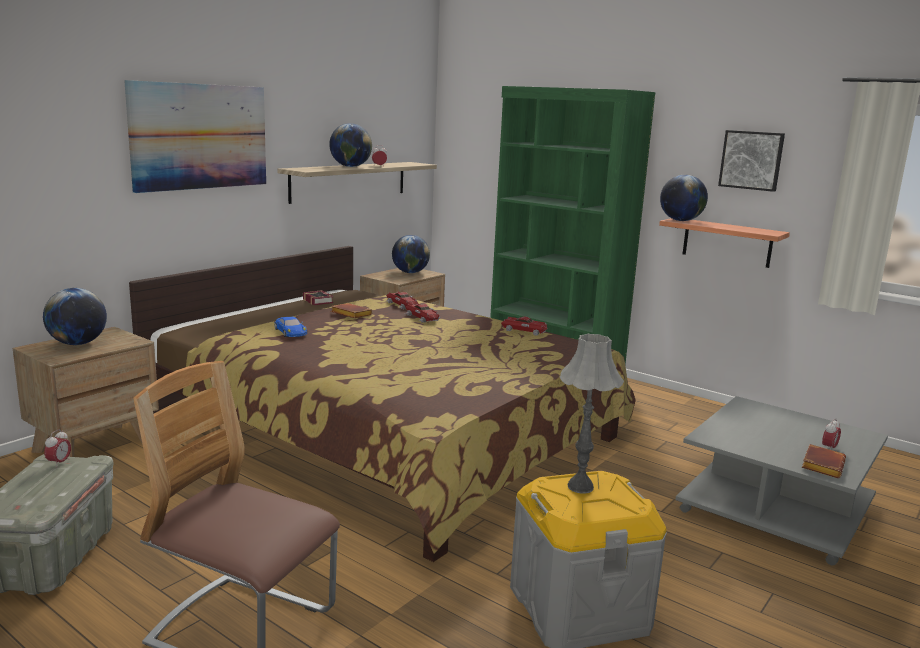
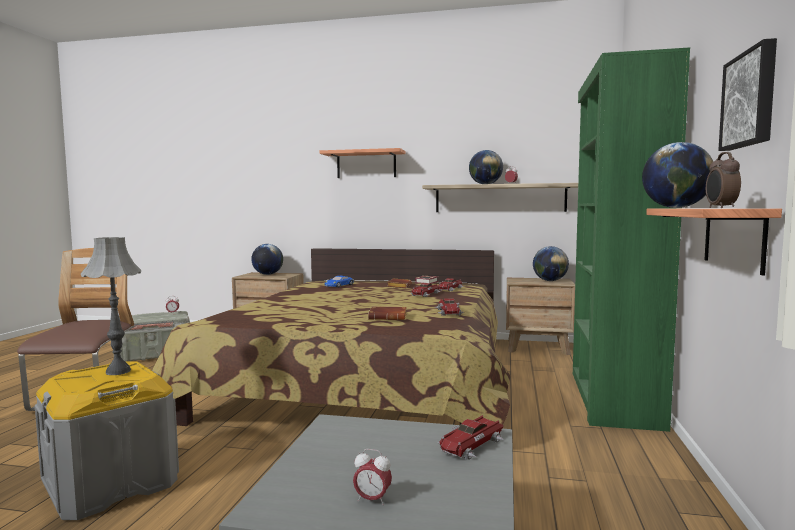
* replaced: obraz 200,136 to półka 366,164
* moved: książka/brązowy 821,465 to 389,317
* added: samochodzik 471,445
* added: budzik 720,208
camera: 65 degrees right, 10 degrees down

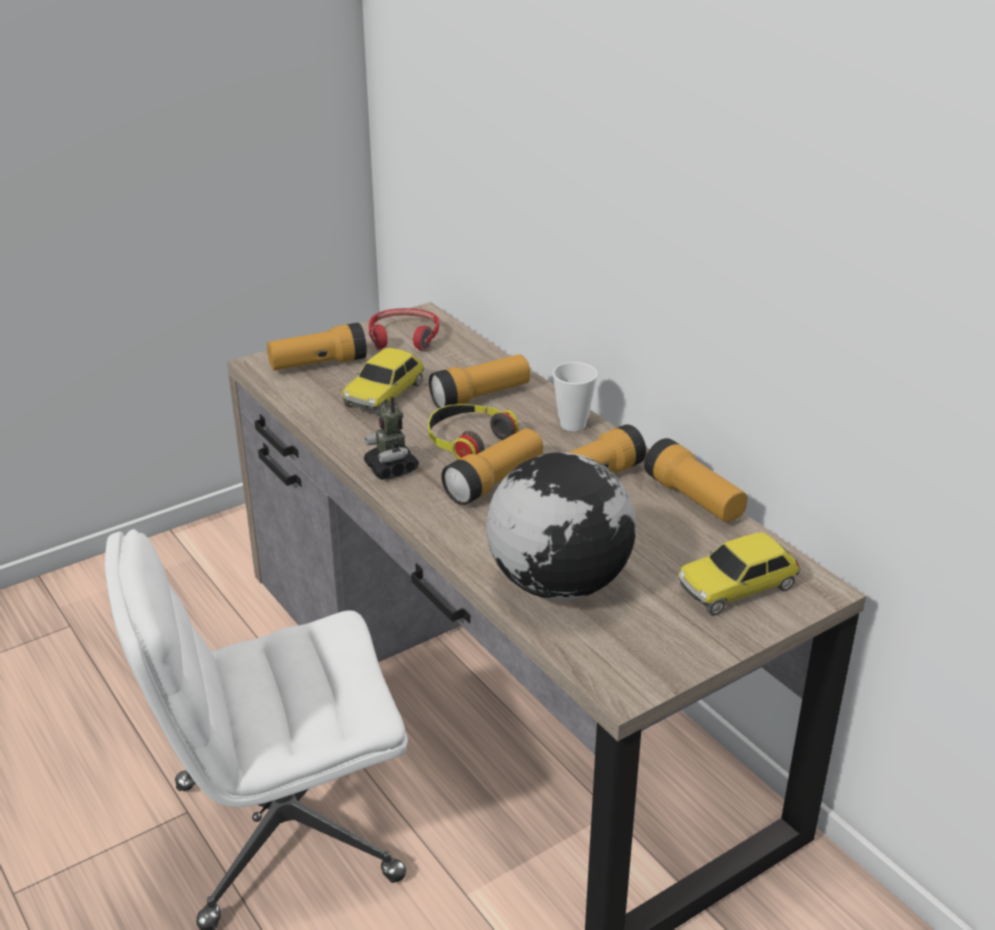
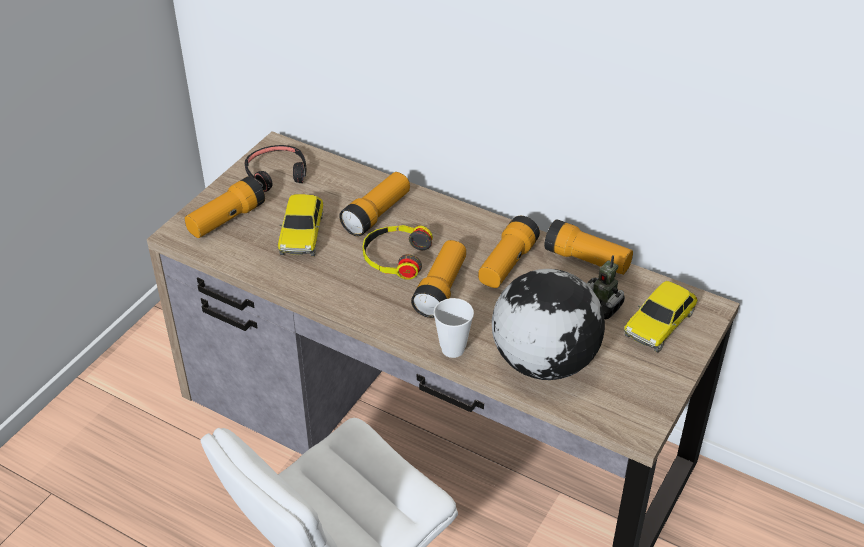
* recoloured: słuchawki/czerwony 404,338 to słuchawki/czarny 277,174
* moved: filiżanka 573,424 to 453,349
* moved: robot zabawkowy 391,469 to 602,307
camera: 25 degrees left, 10 degrees up

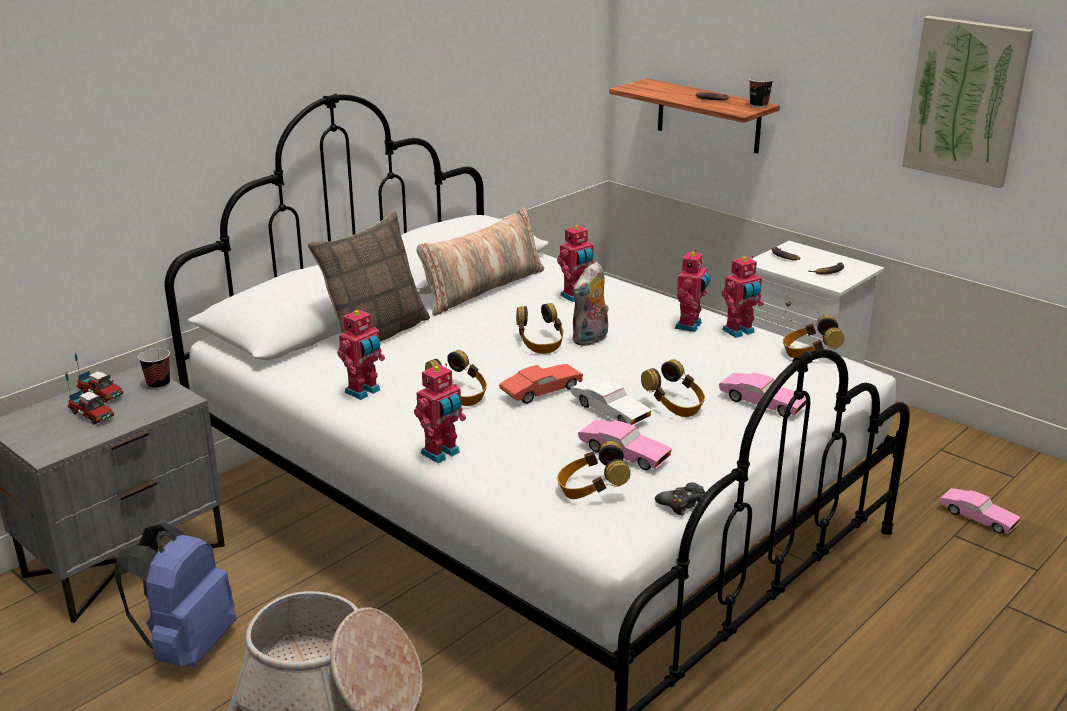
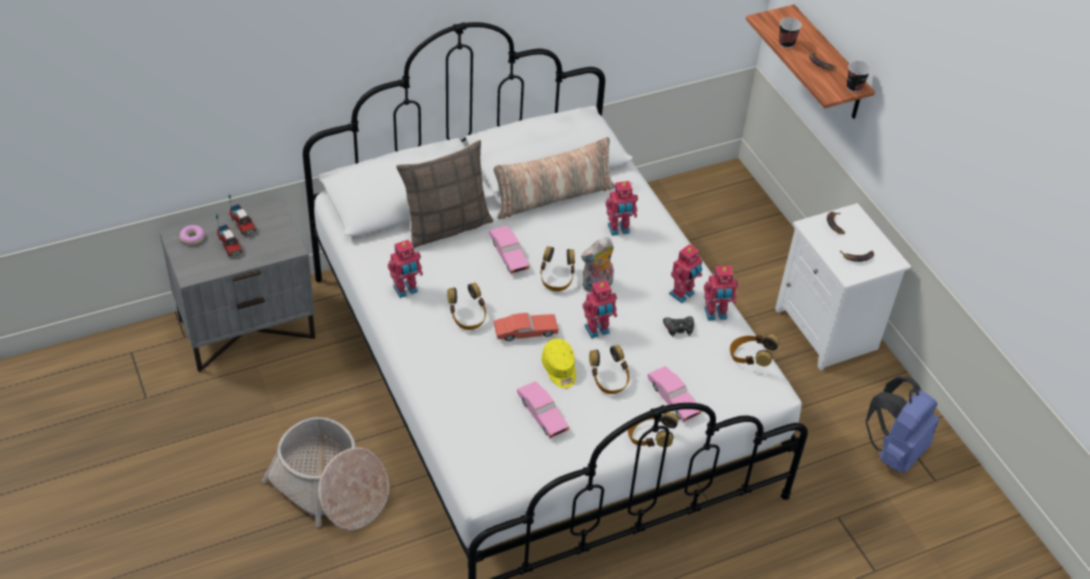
* added: donut 192,238
* moved: samochodzik/różowy 977,518 to 508,255
* replaced: samochodzik/biały 609,412 to czapka z daszkiem/żółty 559,369
* moved: robot zabawkowy 442,454 to 597,331
* moved: słuchawki 591,491 to 650,438
* moved: pad do gier/czarny 683,504 to 679,328
* moved: filiżanka 158,384 to 786,43
* moved: plecak/niebieski 186,646 to 894,451
* removed: obraz 966,100
camera: 20 degrees right, 20 degrees up

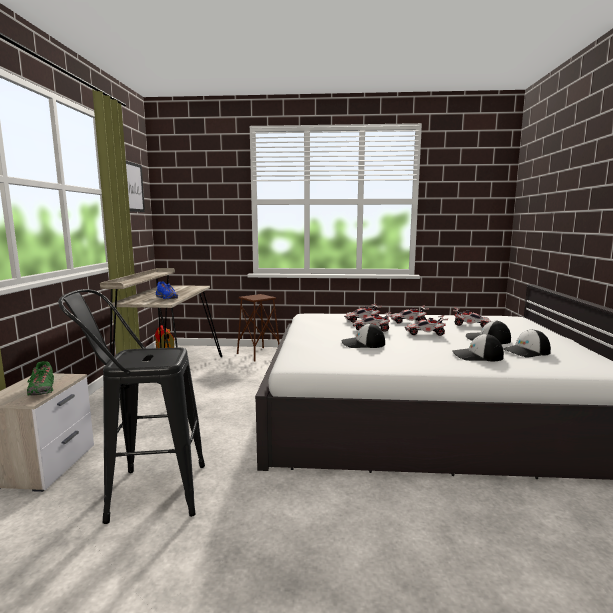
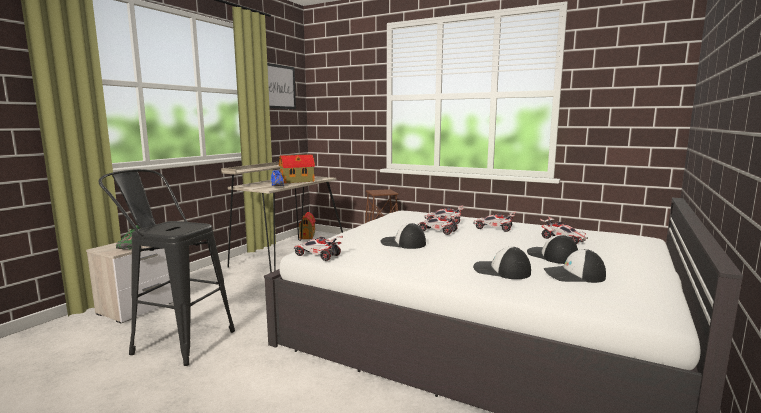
* added: domek 298,181
* moved: samochodzik 425,333 to 317,256
camera: 25 degrees right, 0 degrees up

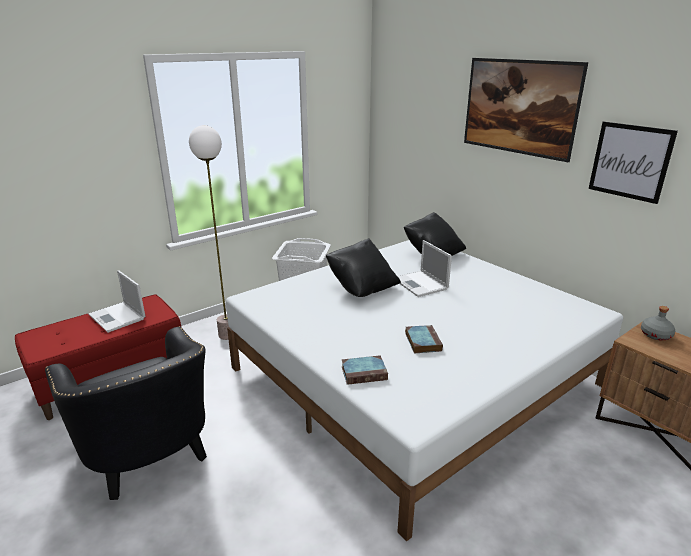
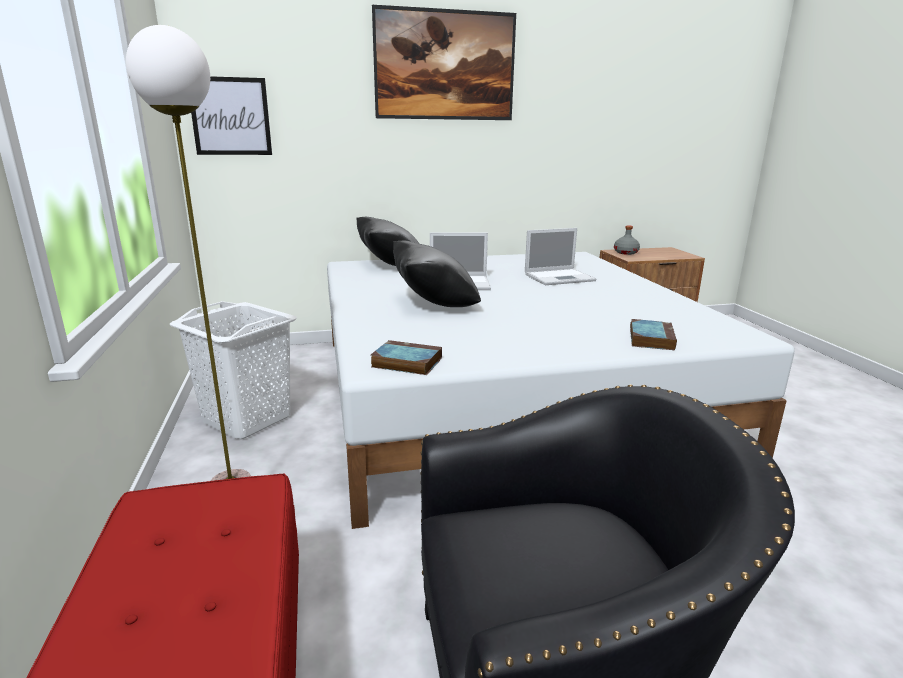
* moved: obraz 630,161 to 230,116
* moved: książka 422,341 to 405,362
* moved: laptop 118,317 to 560,277
camera: 65 degrees left, 5 degrees down

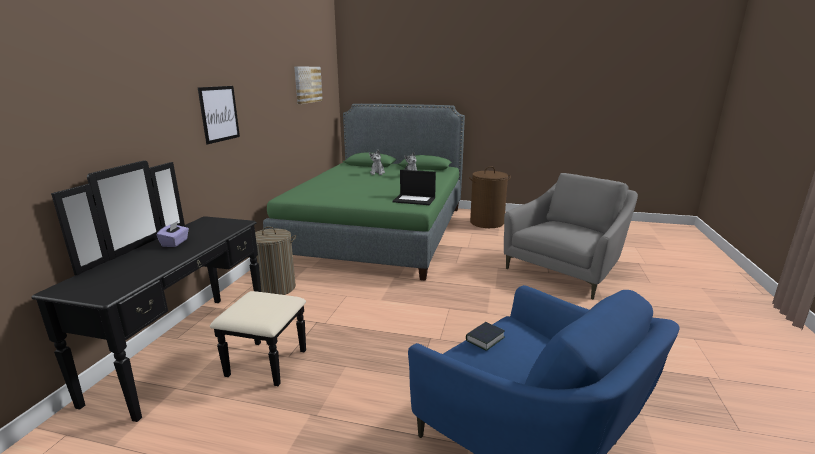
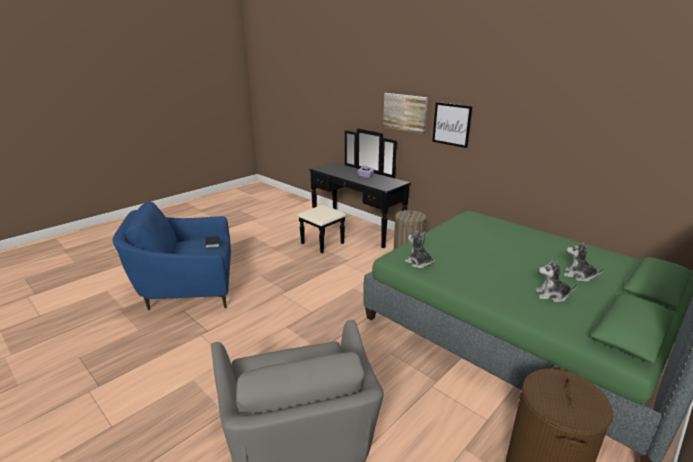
* moved: obraz 307,84 to 405,112
* replaced: laptop 414,200 to pluszak 418,263
camera: 120 degrees right, 5 degrees up

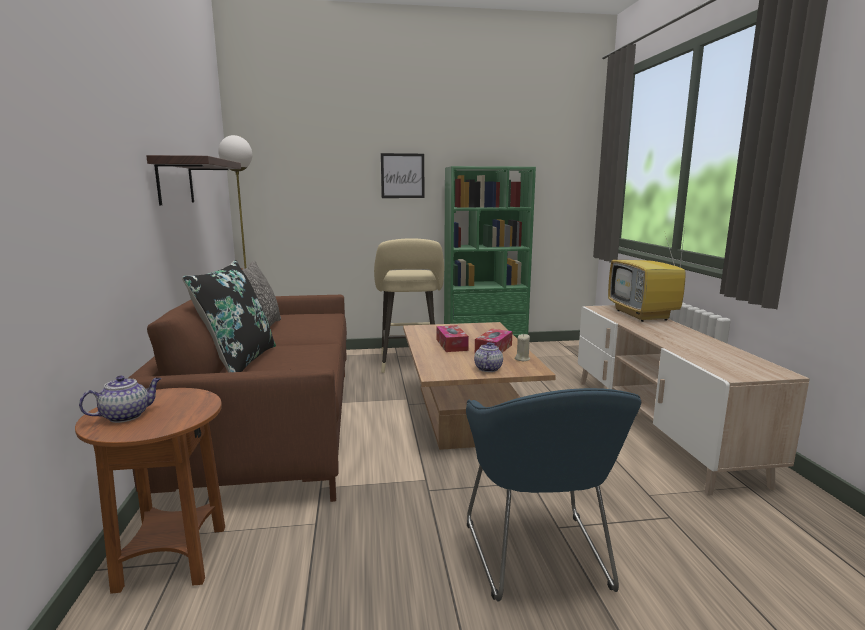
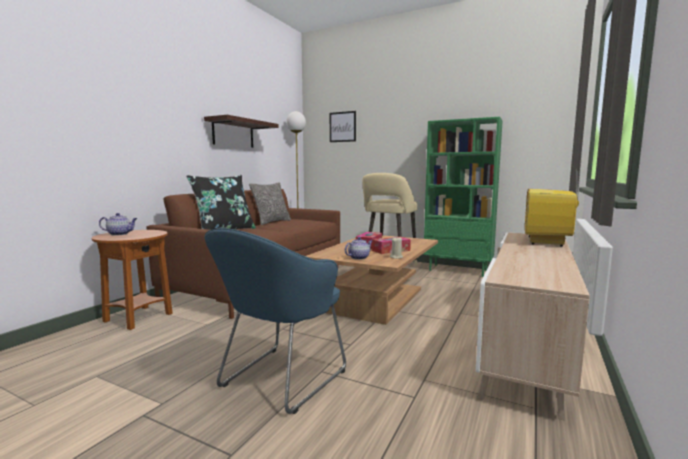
* moved: obraz 402,176 to 342,127
camera: 35 degrees right, 5 degrees down

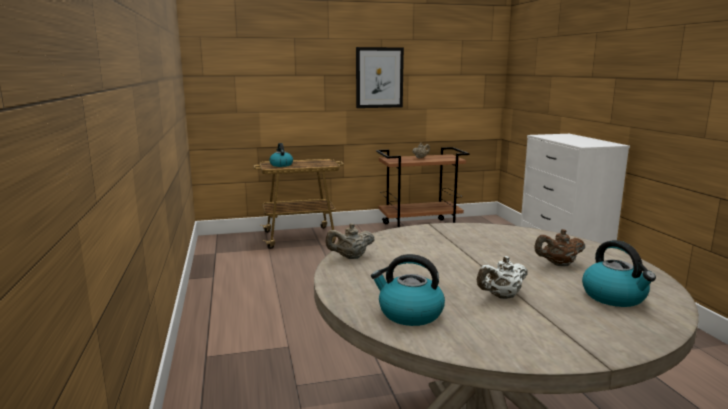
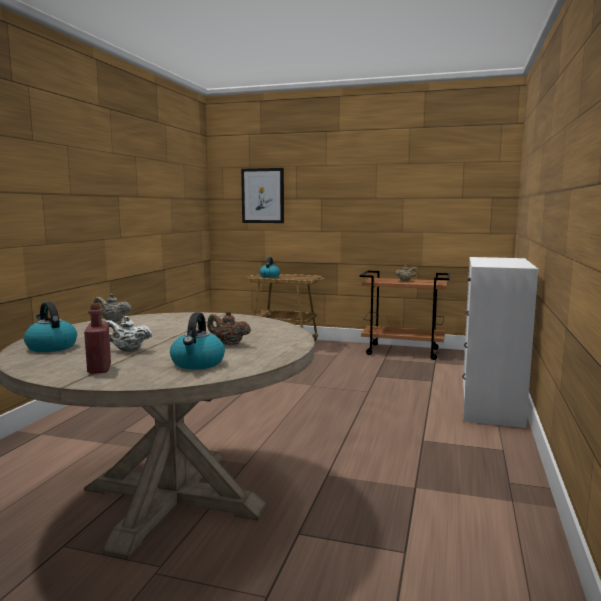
* added: butelka/czerwony 99,369
* moved: obraz 379,77 to 263,195
camera: 30 degrees right, 5 degrees down

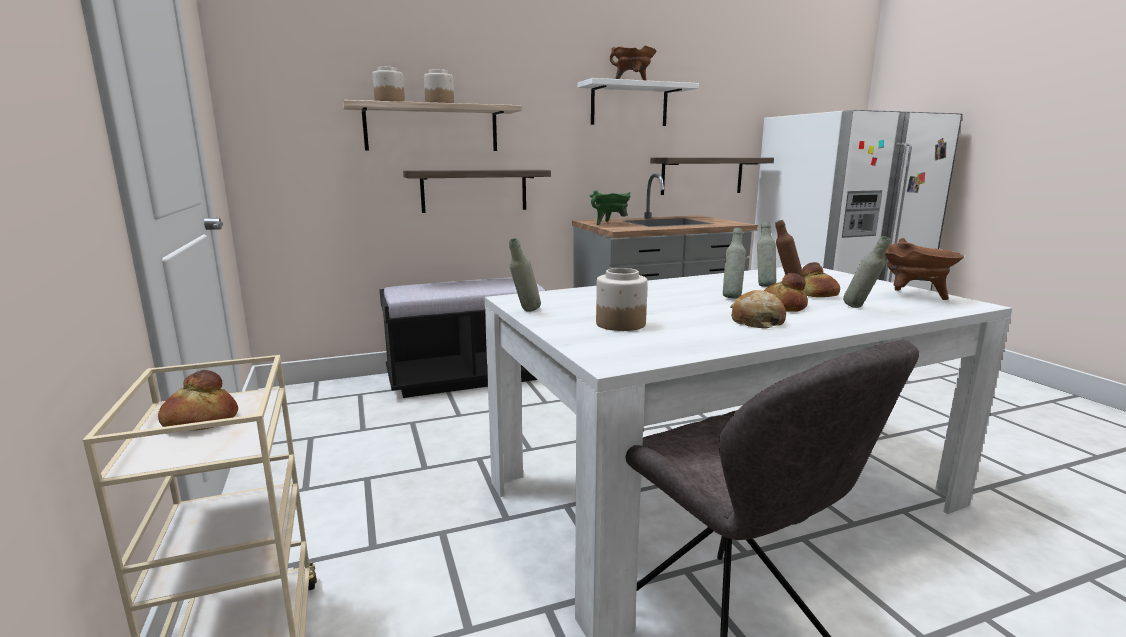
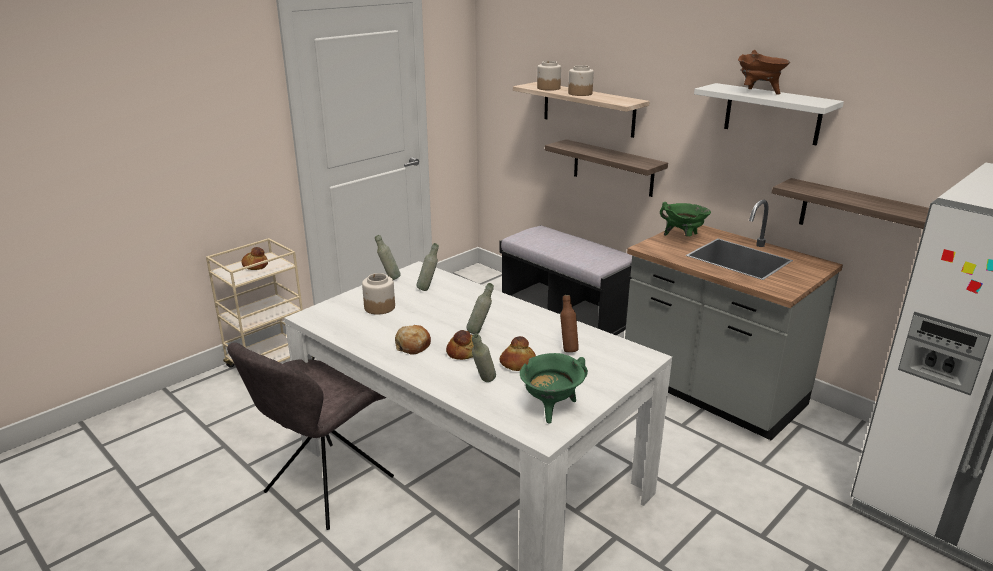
* moved: butelka/szary 764,286 to 428,289
* recoloured: garnek/brązowy 913,297 to garnek/zielony 551,408
camera: 65 degrees right, 10 degrees up

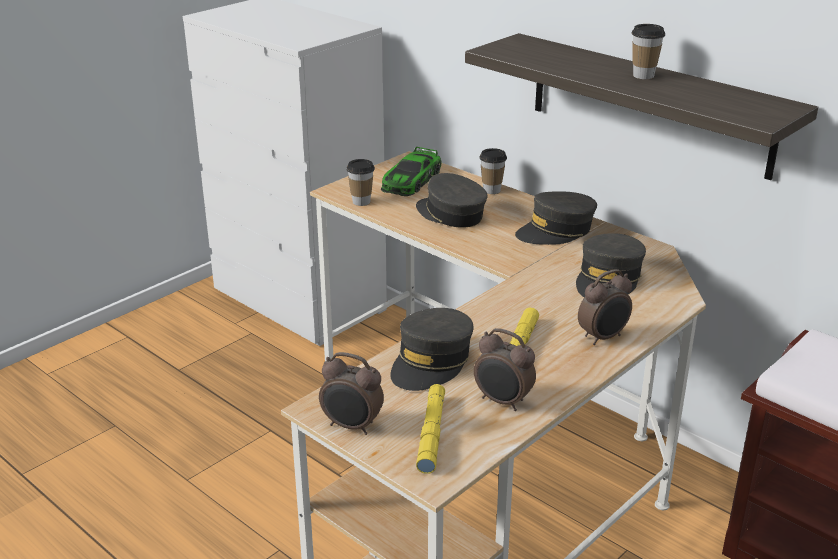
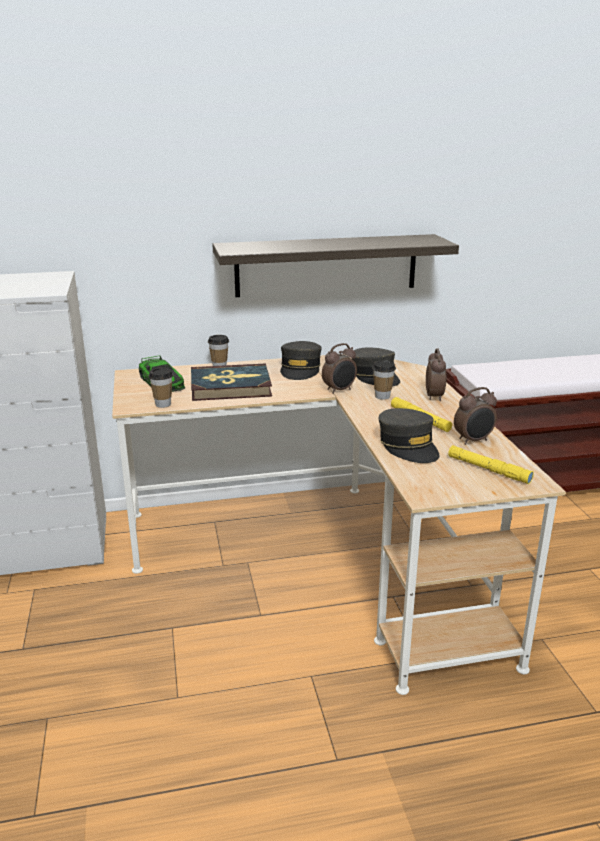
* replaced: czapka z daszkiem/szary 450,214 to książka 230,386
* moved: budzik 352,426 to 339,390
* moved: filiżanka 643,75 to 382,396
camera: 55 degrees left, 5 degrees down

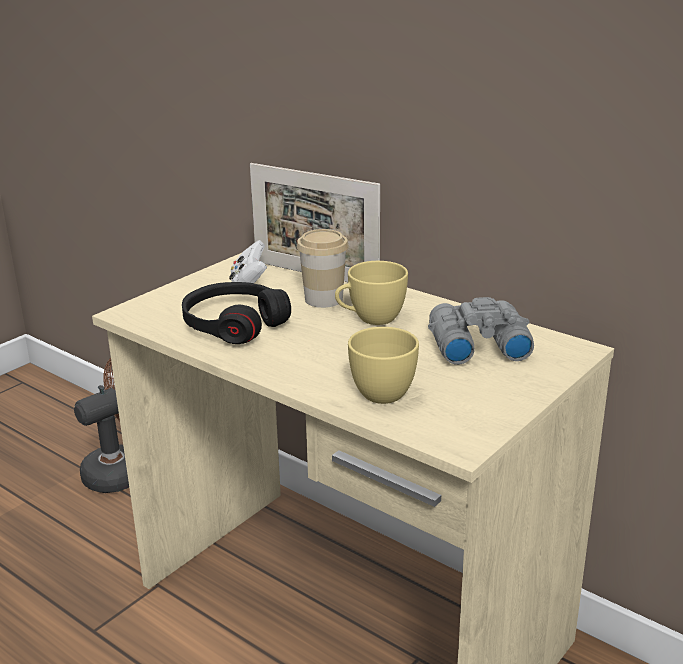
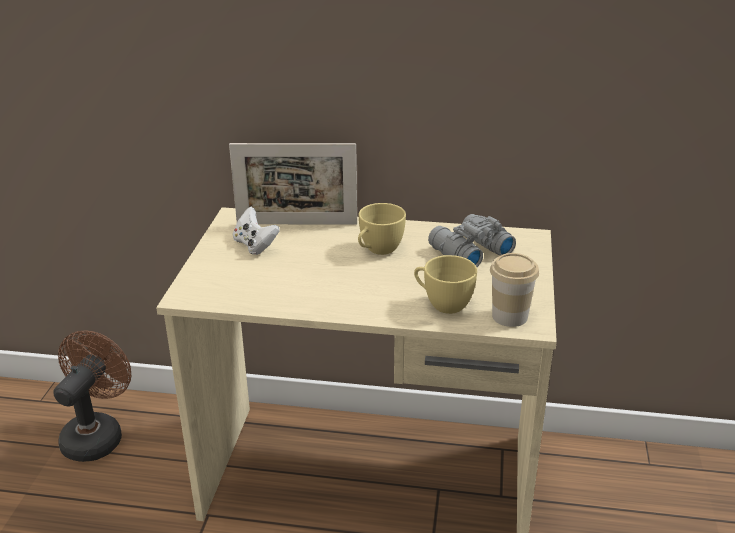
* moved: filiżanka 323,299 to 509,316
* removed: słuchawki/czarny 234,324
camera: 30 degrees left, 5 degrees up

